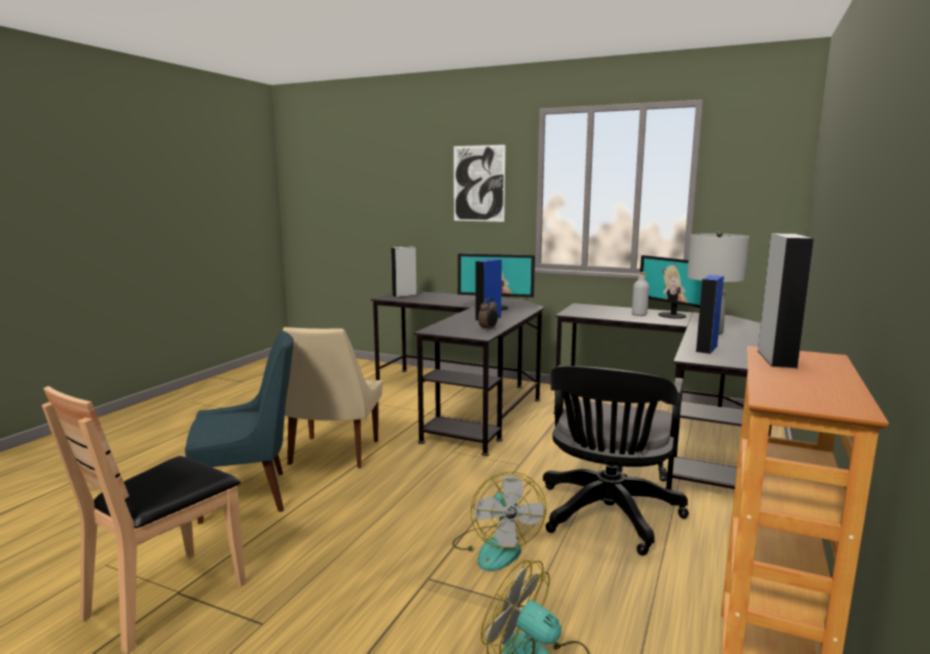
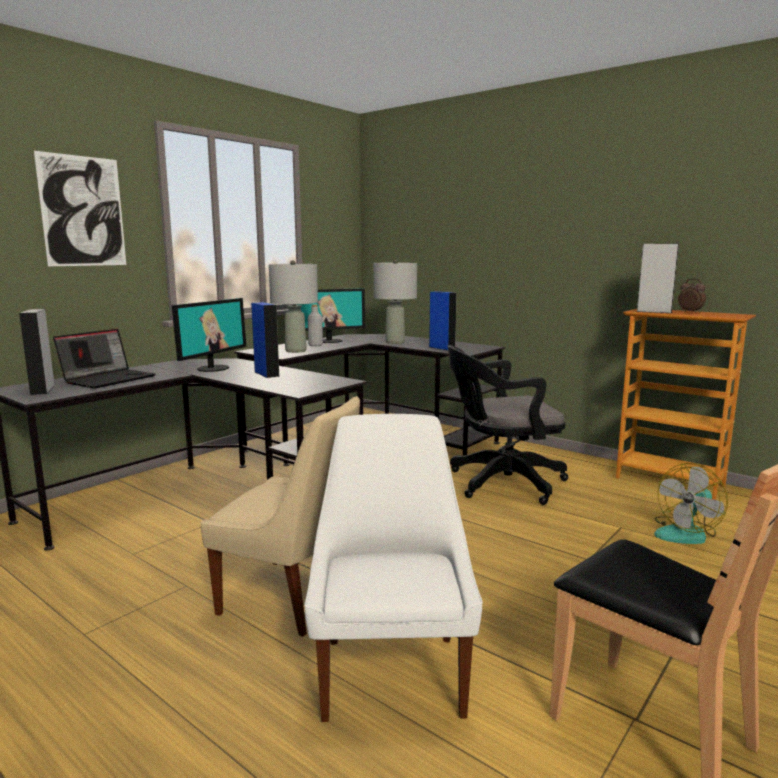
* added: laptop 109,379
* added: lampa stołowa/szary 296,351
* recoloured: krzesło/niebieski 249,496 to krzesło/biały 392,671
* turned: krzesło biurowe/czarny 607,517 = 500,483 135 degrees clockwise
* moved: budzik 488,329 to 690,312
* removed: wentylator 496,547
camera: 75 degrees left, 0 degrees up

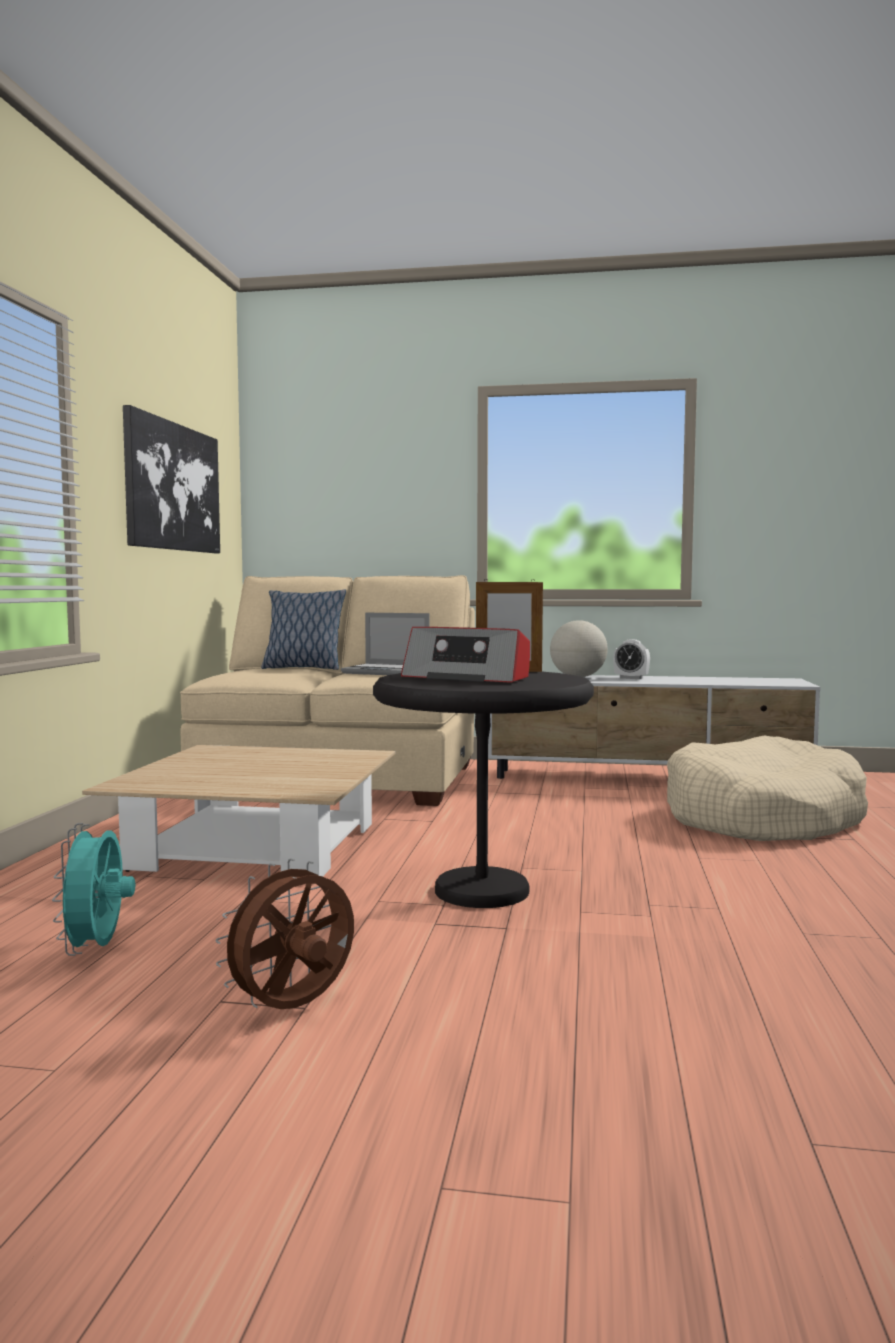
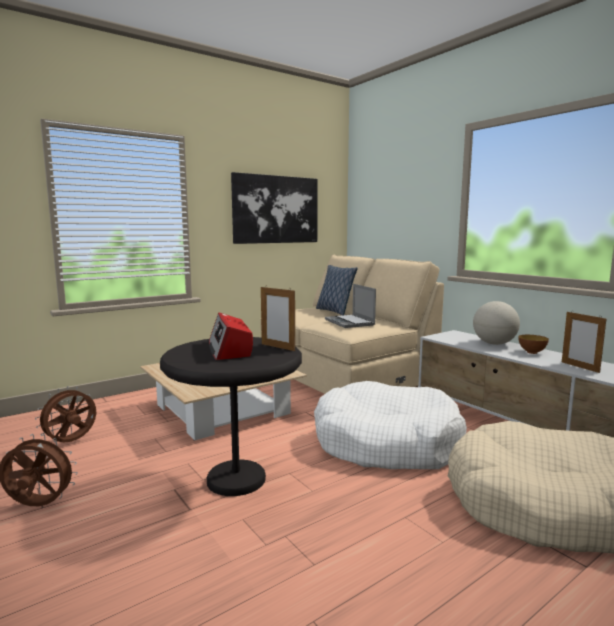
* recoloured: wentylator/turkusowy 97,949 to wentylator/brązowy 71,442
* added: legowisko/biały 386,443
* replaced: budzik 631,678 to miska 532,352
* added: ramka na zdjęcie 580,367
camera: 45 degrees right, 5 degrees up

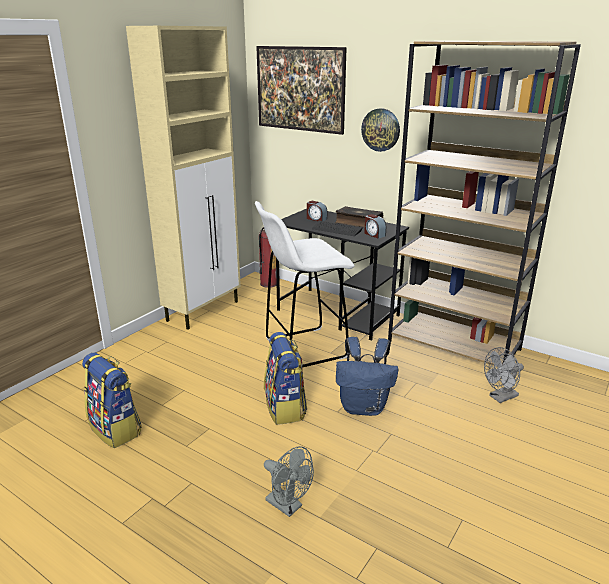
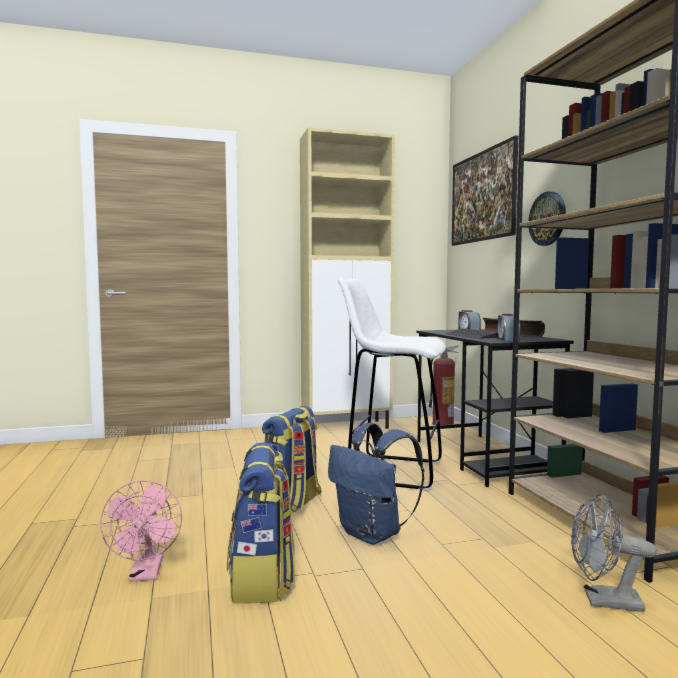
* recoloured: wentylator/szary 288,506 to wentylator/różowy 146,574
* moved: plecak 116,429 to 262,579
camera: 40 degrees right, 20 degrees down

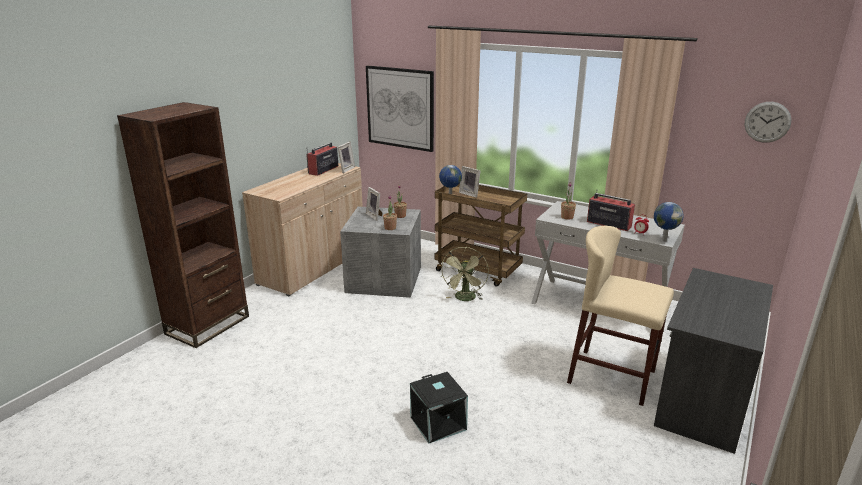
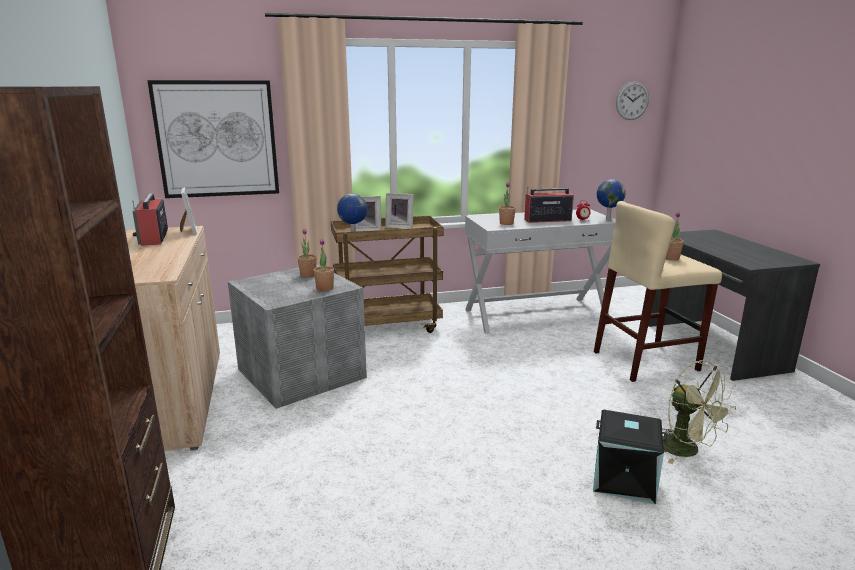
* moved: ramka na zdjęcie 375,216 to 400,227
* moved: wentylator/zielony 465,299 to 687,451
* added: roślina doniczkowa 670,258
camera: 45 degrees left, 5 degrees down

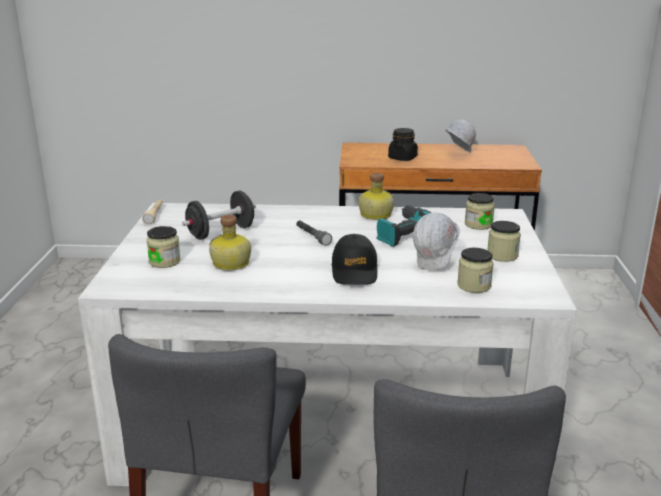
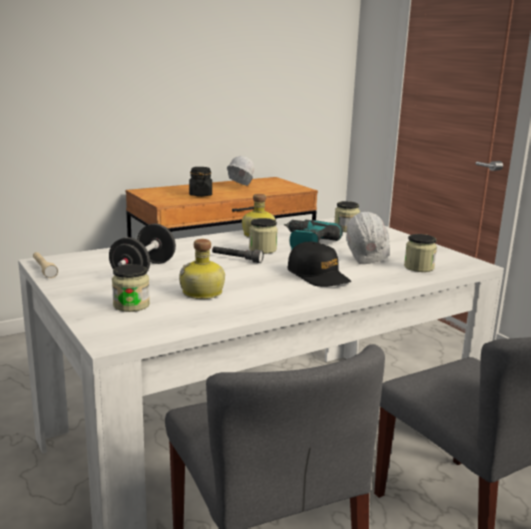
* moved: słoik 502,255 to 262,249
camera: 35 degrees left, 5 degrees down

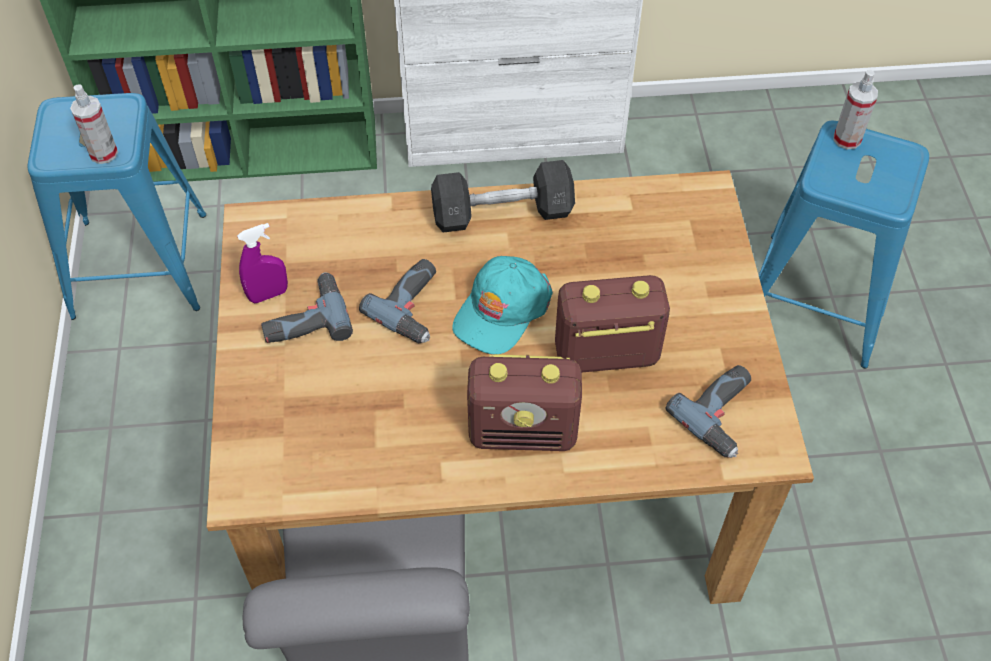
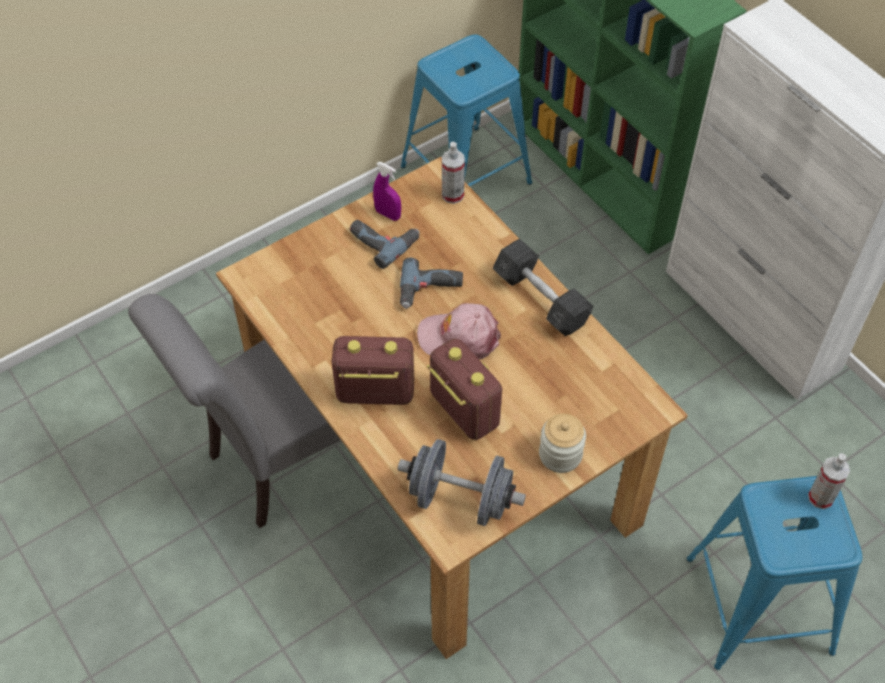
* turned: radio 524,431 = 374,392 120 degrees clockwise
* replaced: wiertarka 724,415 to hantel/szary 460,499
* recoloured: czapka z daszkiem/turkusowy 501,310 to czapka z daszkiem/różowy 459,337
* moved: spryskiwacz 103,153 to 452,195
* added: słoik 560,454
camera: 60 degrees right, 0 degrees up

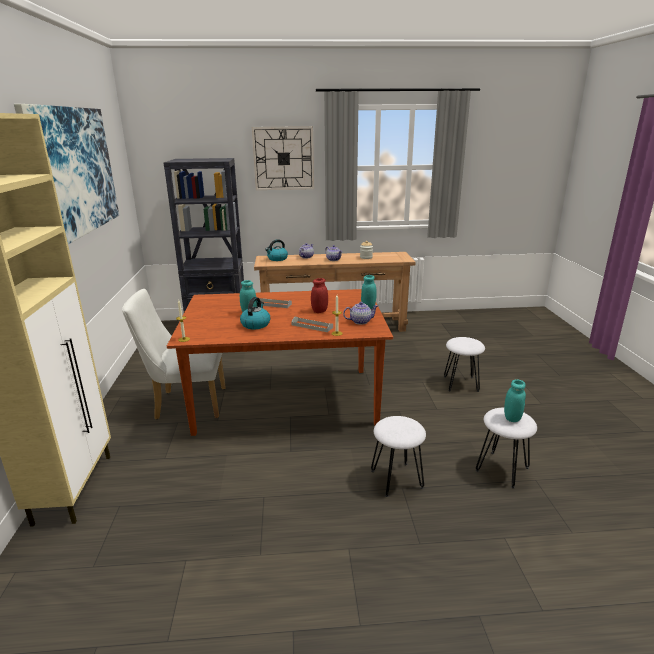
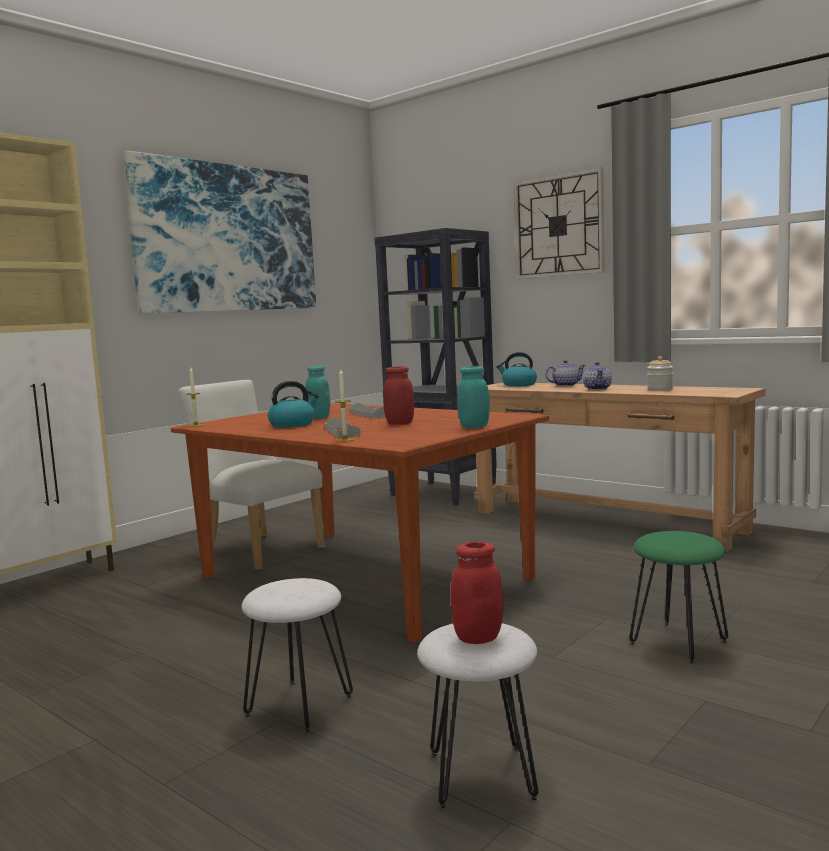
* recoloured: słoik/turkusowy 512,418 to słoik/czerwony 478,638
* recoloured: stołek/biały 460,384 to stołek/zielony 677,642
* removed: imbryk 360,321
camera: 45 degrees right, 15 degrees down

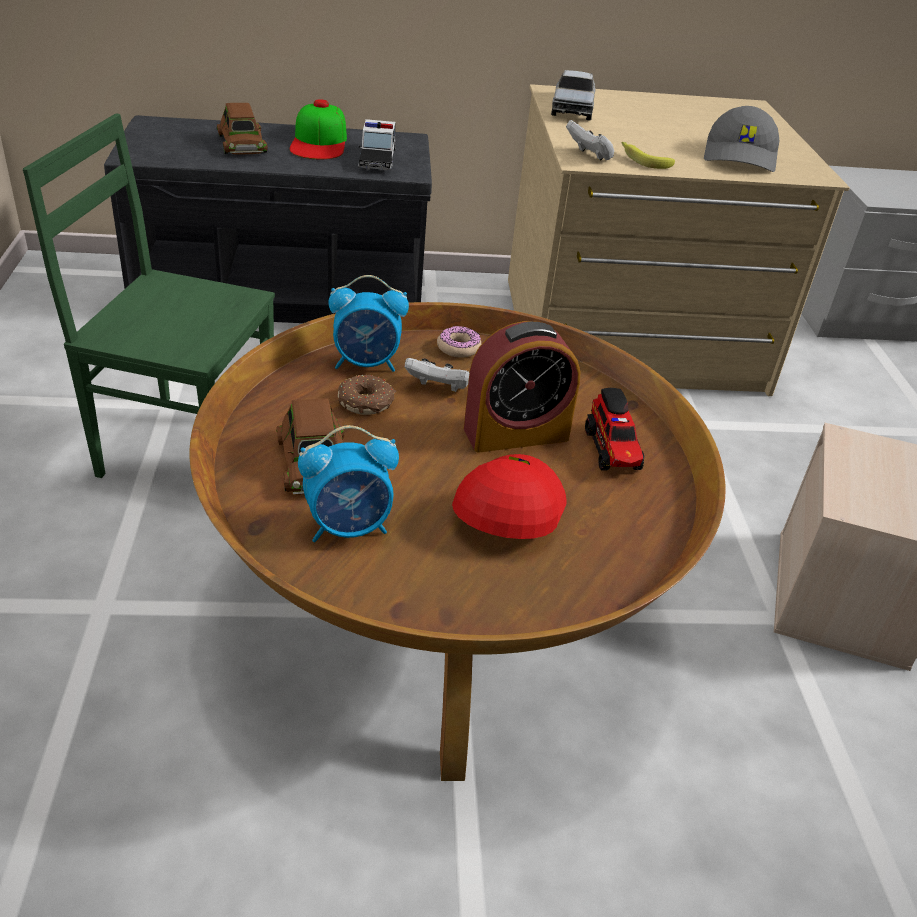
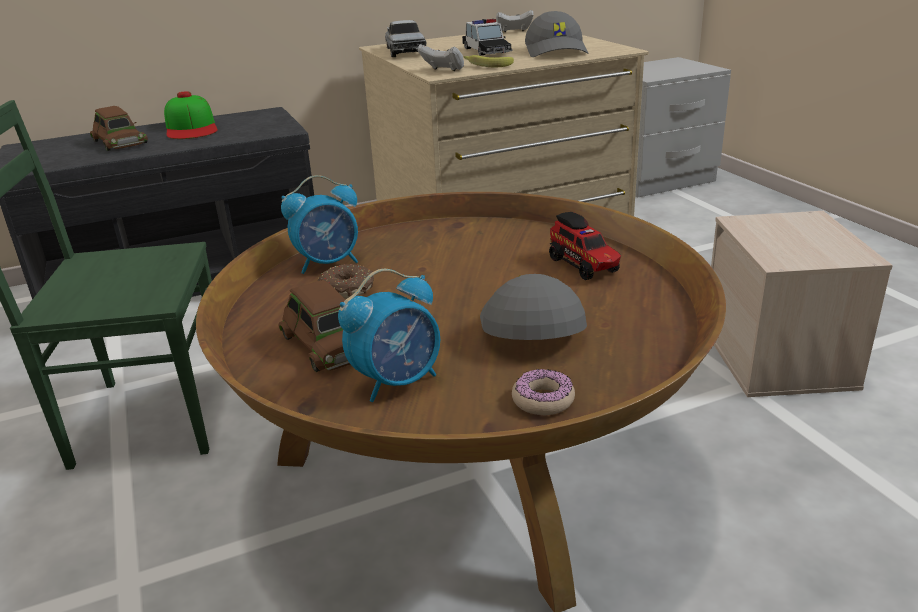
* moved: samochodzik 377,158 to 486,51
* recoloured: czapka z daszkiem/czerwony 507,508 to czapka z daszkiem/szary 529,327
* moved: pad do gier/biały 438,389 to 514,31
* moved: donut 458,348 to 543,400
* removed: budzik 516,434
camera: 15 degrees left, 10 degrees down

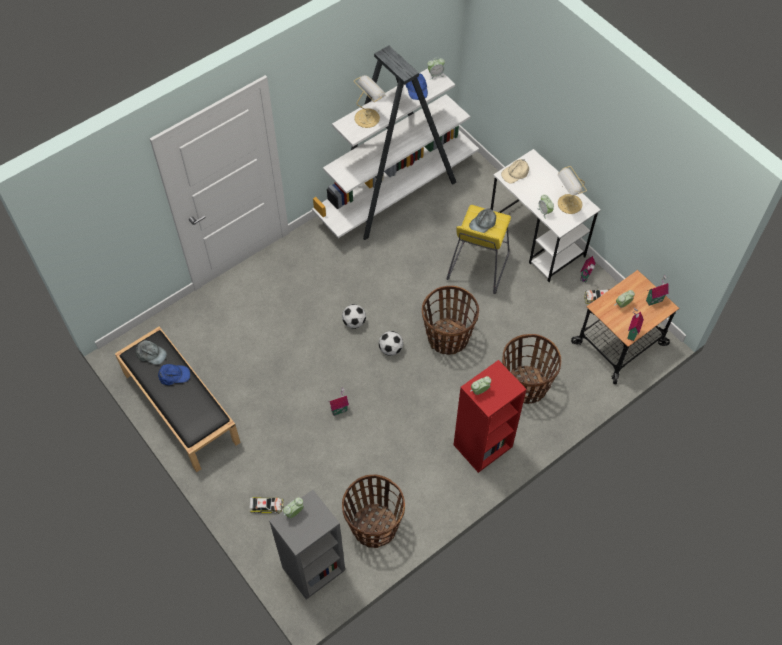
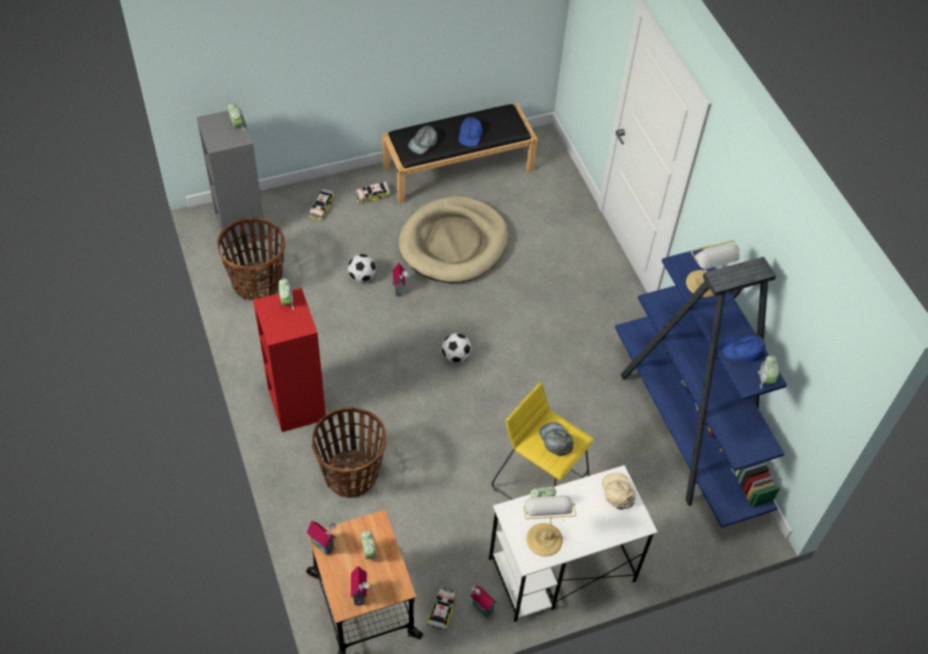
* moved: piłka futbolowa 354,322 to 362,277
* added: samochodzik 372,195
* added: legowisko/beżowy 453,243
* moved: czapka z daszkiem/szary 151,354 to 423,142
* recoloured: regał/biały 397,193 to regał/niebieski 686,431
* removed: koszyk 448,338
camera: 105 degrees right, 5 degrees down

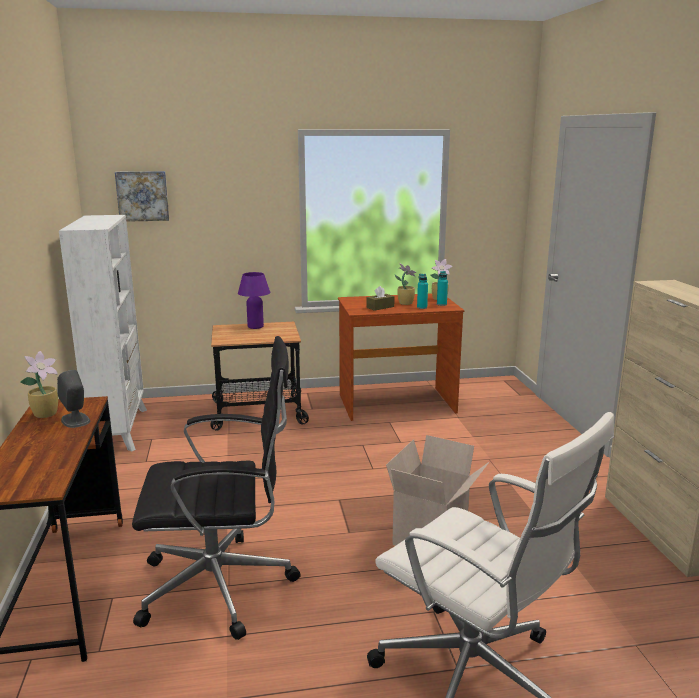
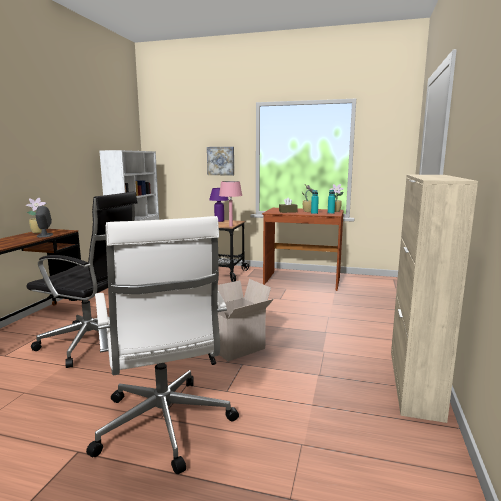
* moved: obraz 142,196 to 221,161
* added: lampa stołowa/różowy 230,226
camera: 25 degrees right, 5 degrees down

